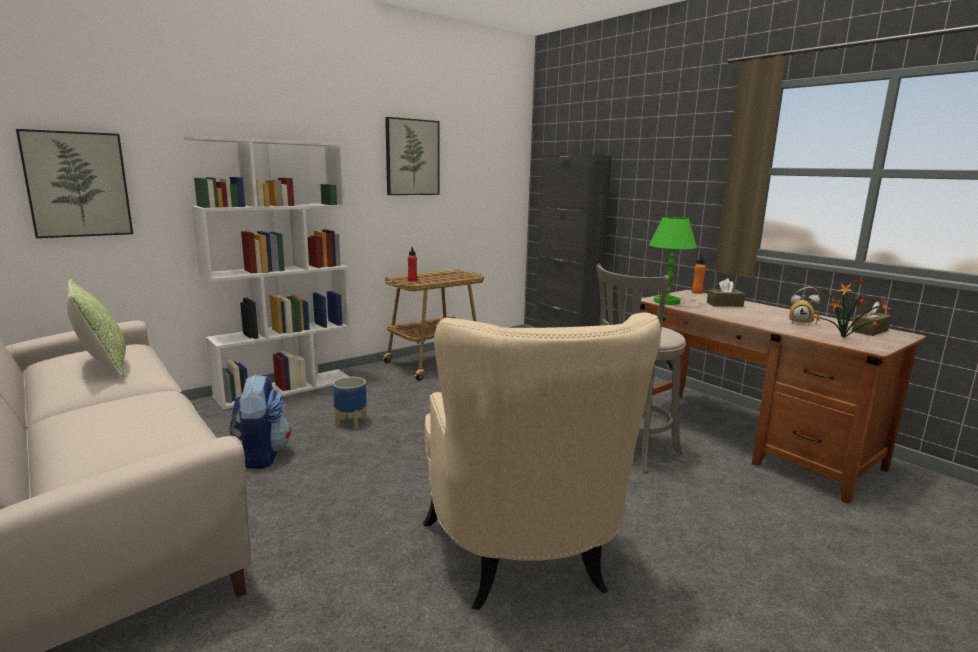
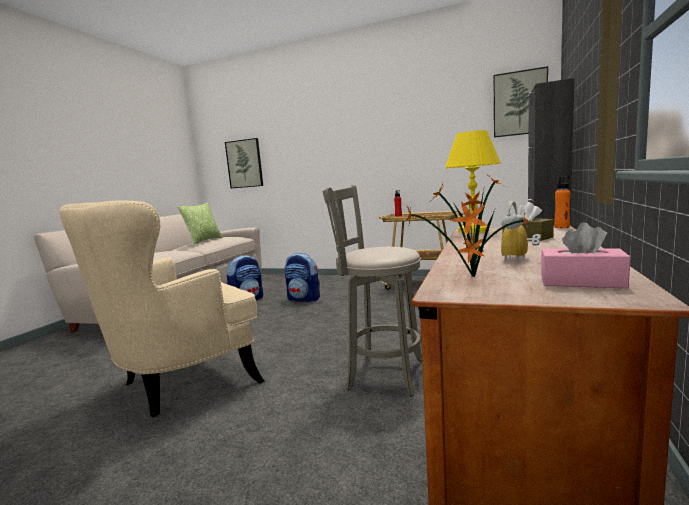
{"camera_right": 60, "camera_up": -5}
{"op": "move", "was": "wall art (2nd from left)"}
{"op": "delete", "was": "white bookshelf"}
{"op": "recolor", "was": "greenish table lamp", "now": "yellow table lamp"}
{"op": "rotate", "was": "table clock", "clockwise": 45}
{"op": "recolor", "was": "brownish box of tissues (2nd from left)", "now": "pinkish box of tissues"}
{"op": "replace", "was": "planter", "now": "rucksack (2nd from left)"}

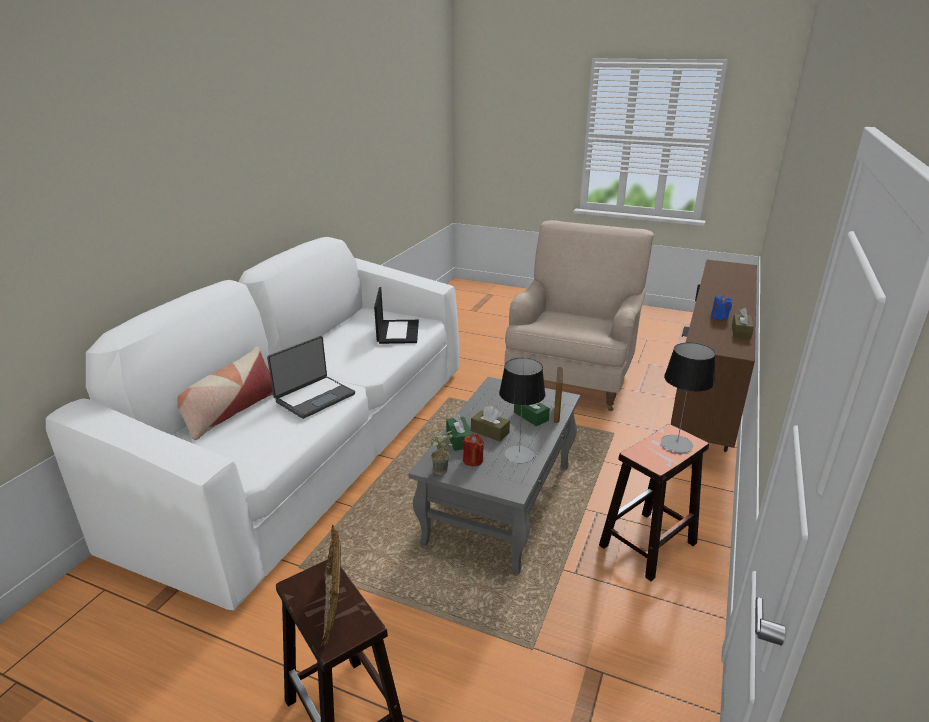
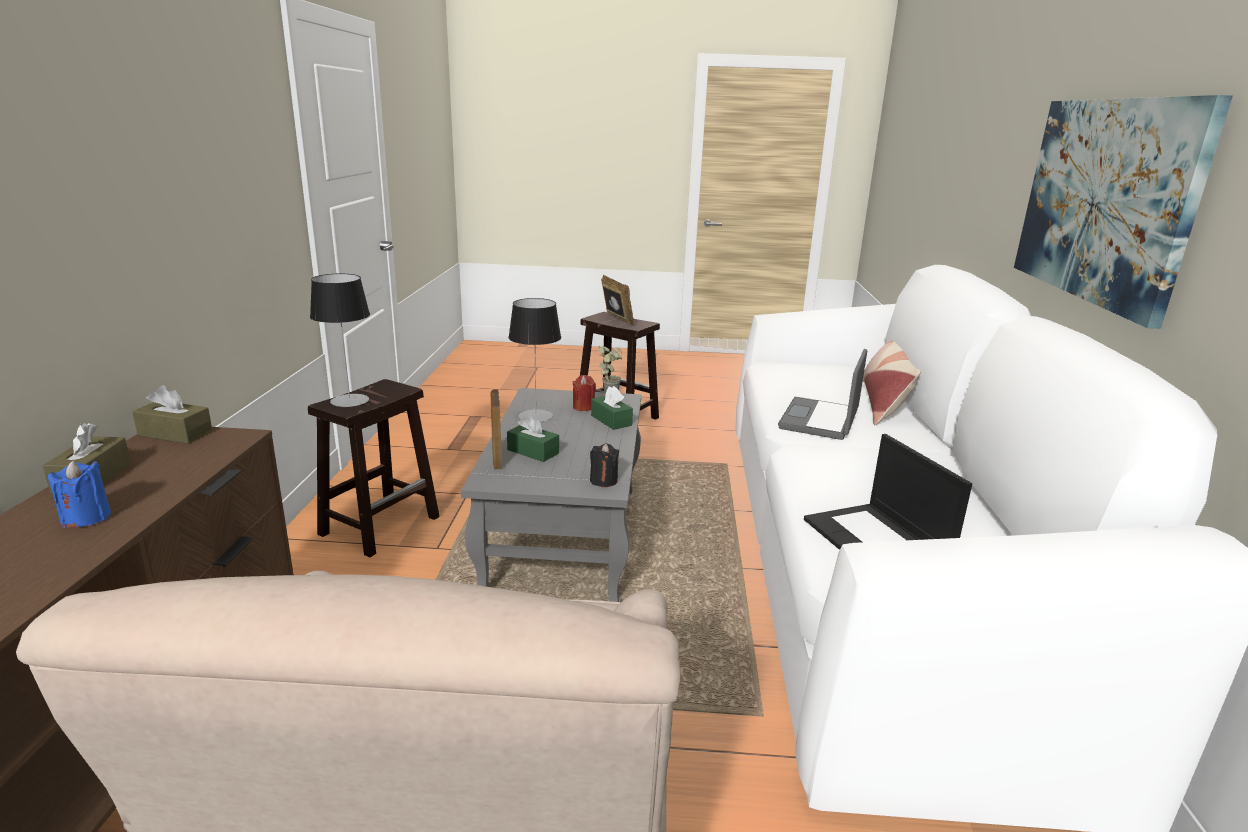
{"camera_right": 160, "camera_up": -5}
{"op": "move", "was": "brownish box of tissues (1st from left in the first image)", "now": "brownish box of tissues (2nd from left)"}
{"op": "insert", "now": "wall art"}
{"op": "insert", "now": "black wax light"}

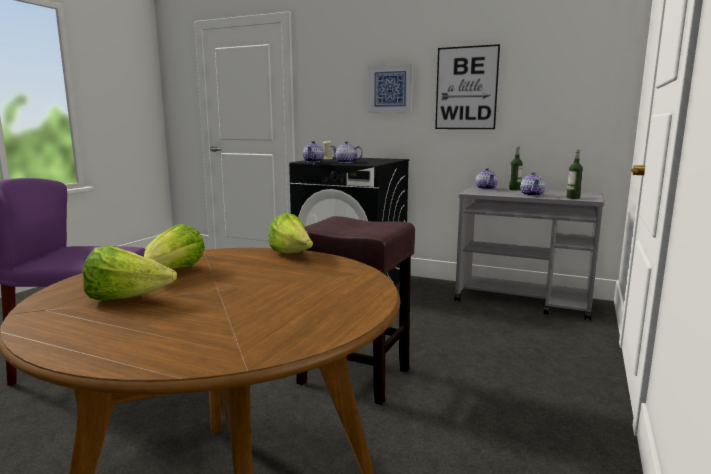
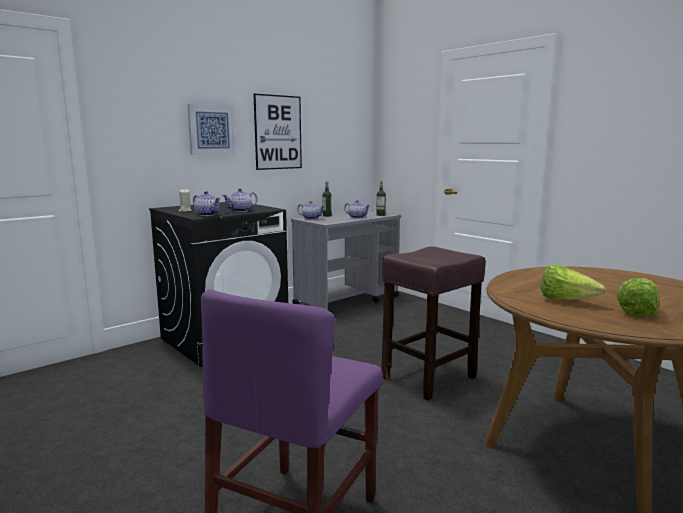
{"camera_right": -65, "camera_up": 0}
{"op": "delete", "was": "lettuce (3rd from left)"}

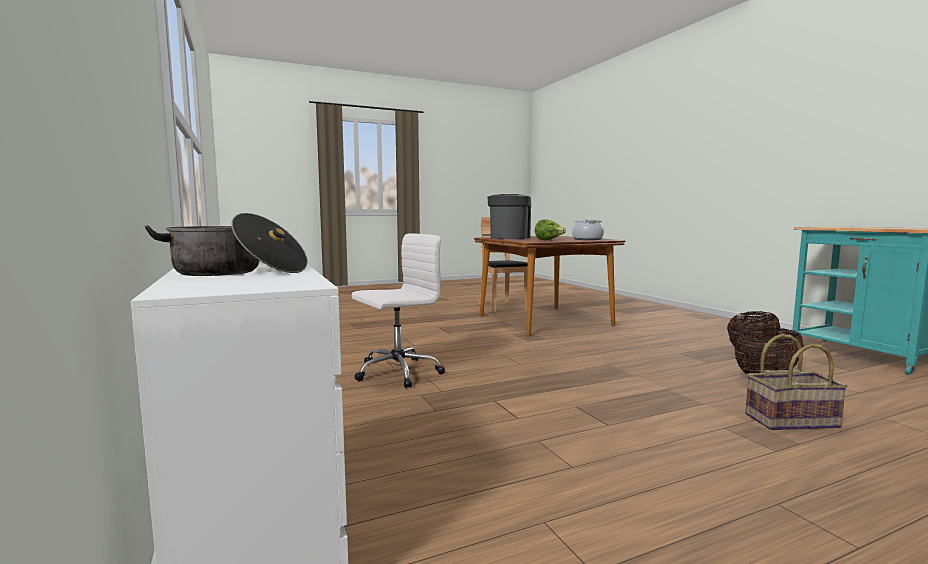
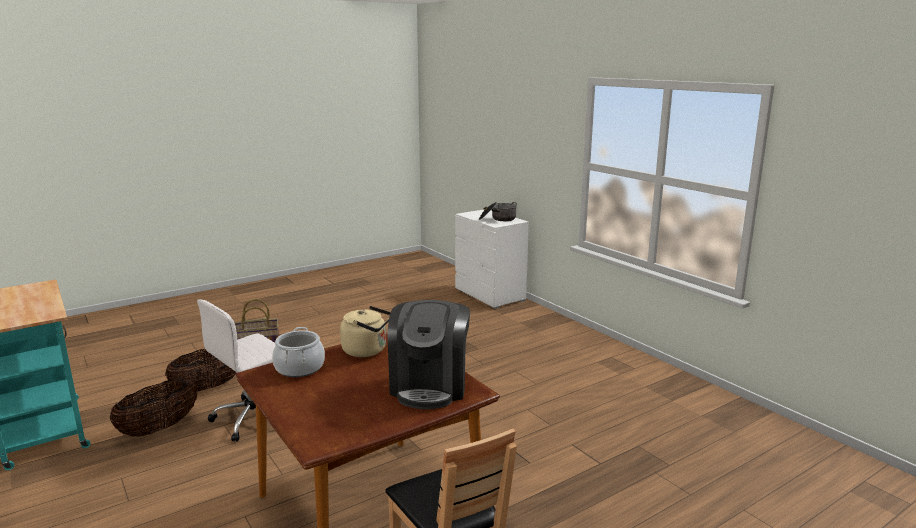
{"camera_right": 170, "camera_up": 10}
{"op": "replace", "was": "lettuce", "now": "beige kettle"}
{"op": "move", "was": "white desk chair"}

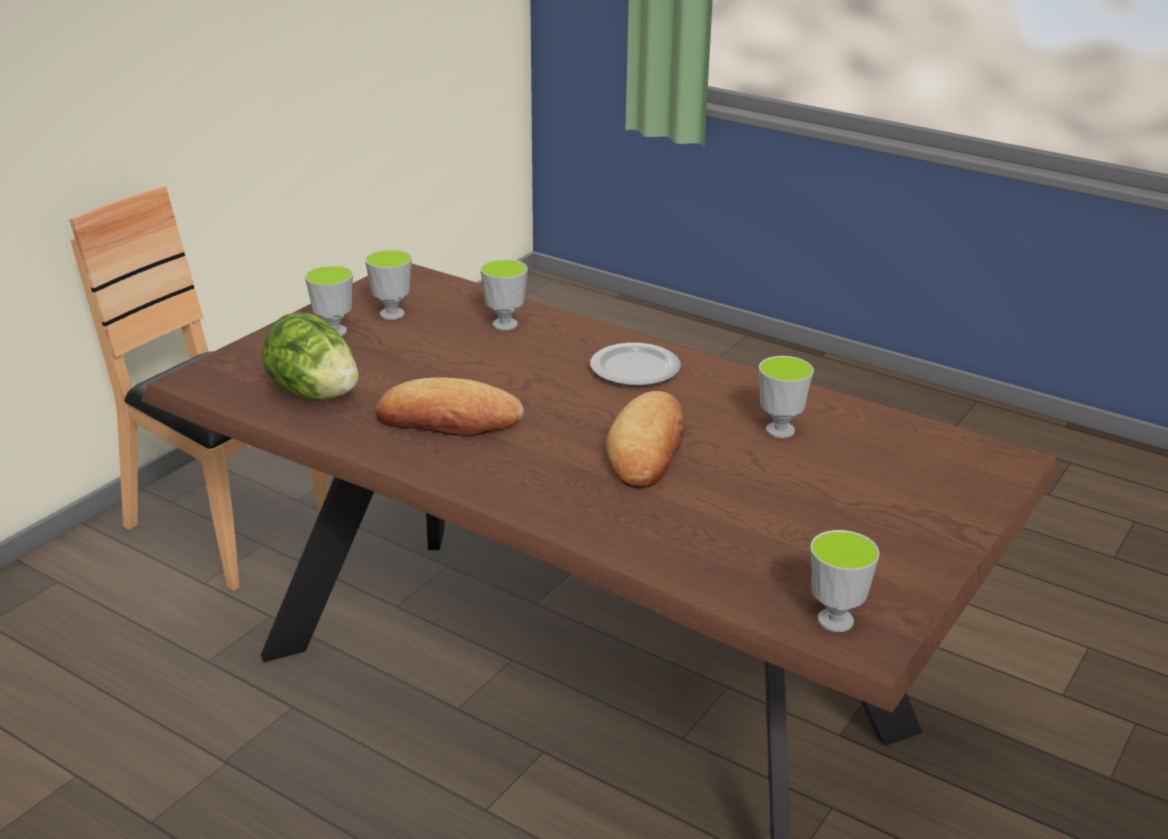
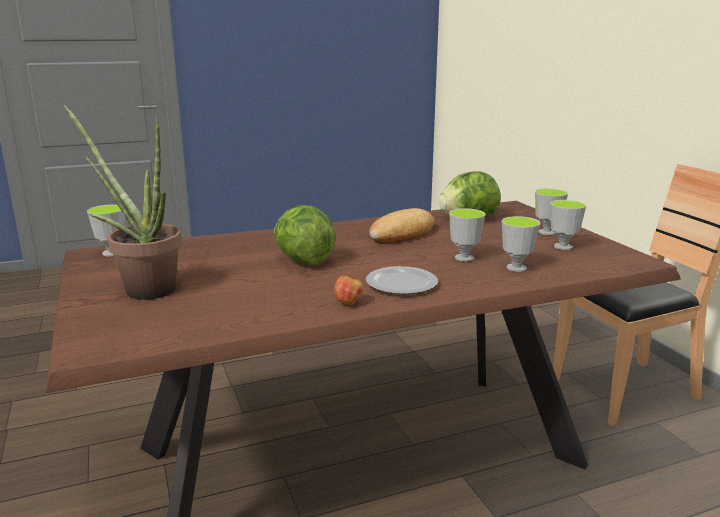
{"camera_right": 125, "camera_up": -10}
{"op": "move", "was": "drinking cup (4th from left in the first image)", "now": "drinking cup (2nd from left)"}
{"op": "replace", "was": "bakery bread (2nd from left)", "now": "lettuce (1st from left)"}
{"op": "insert", "now": "plant in a pot"}
{"op": "insert", "now": "apple fruit"}

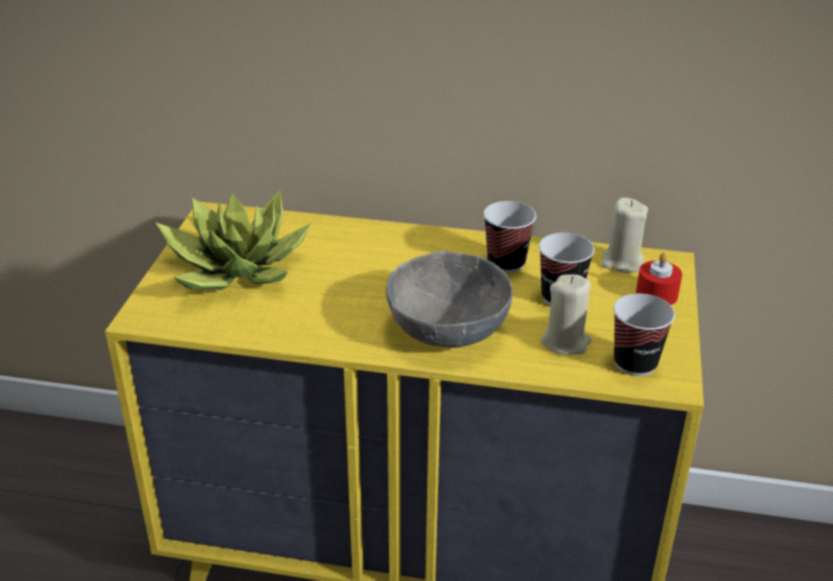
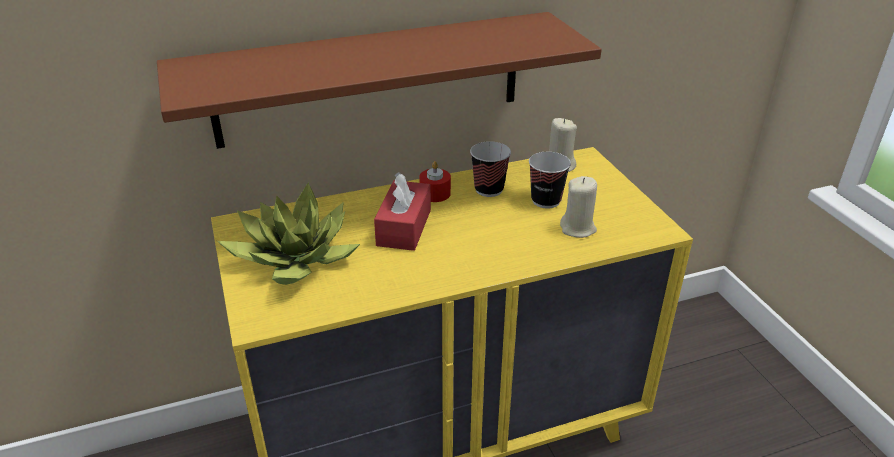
{"camera_right": -30, "camera_up": 0}
{"op": "delete", "was": "gray deep dish"}
{"op": "move", "was": "red wax light"}
{"op": "delete", "was": "drinking cup (3rd from left)"}
{"op": "insert", "now": "brownish bracket shelf"}
{"op": "insert", "now": "red box of tissues"}

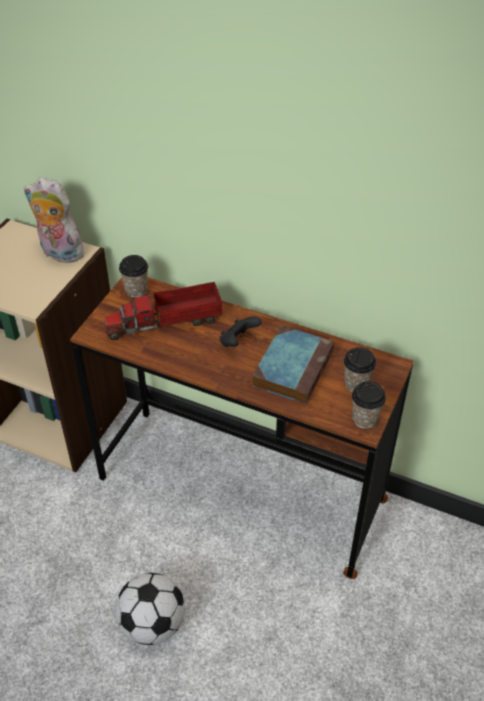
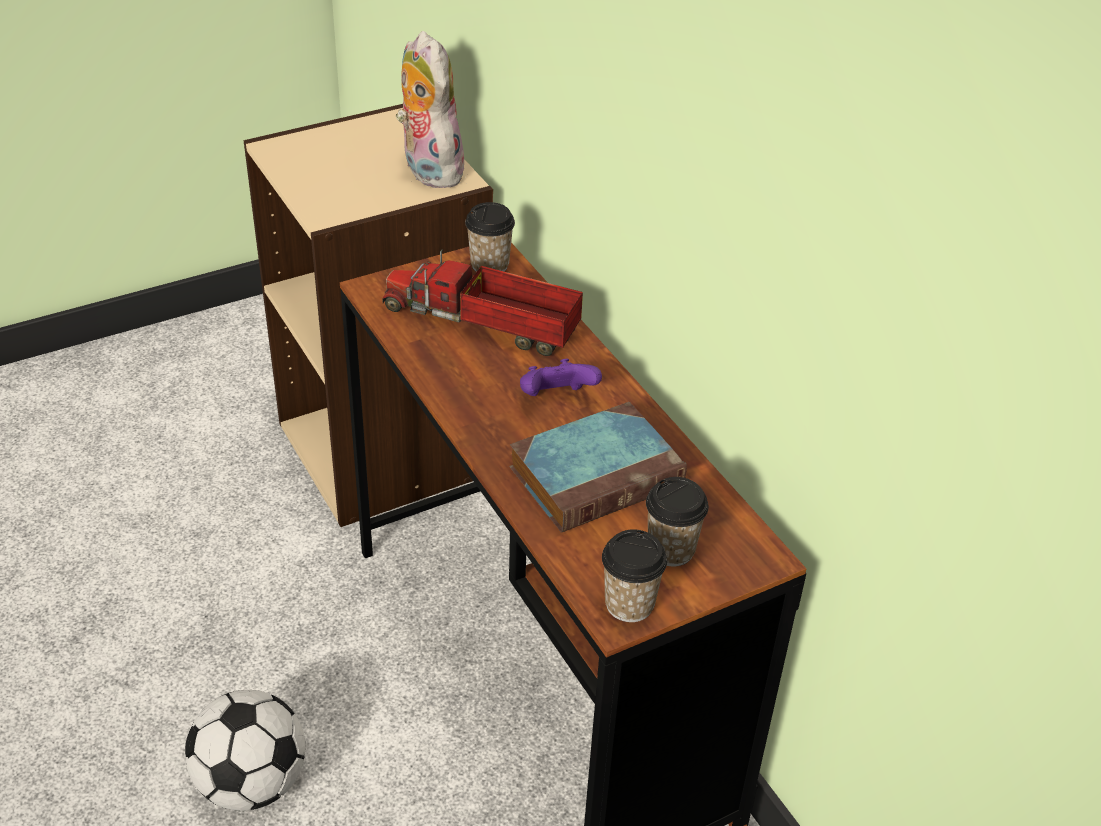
{"camera_right": 35, "camera_up": -5}
{"op": "recolor", "was": "black gamepad", "now": "purplish gamepad"}

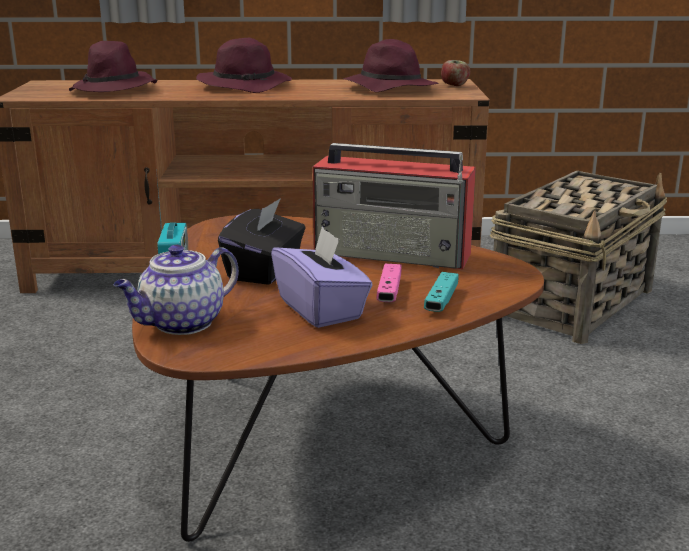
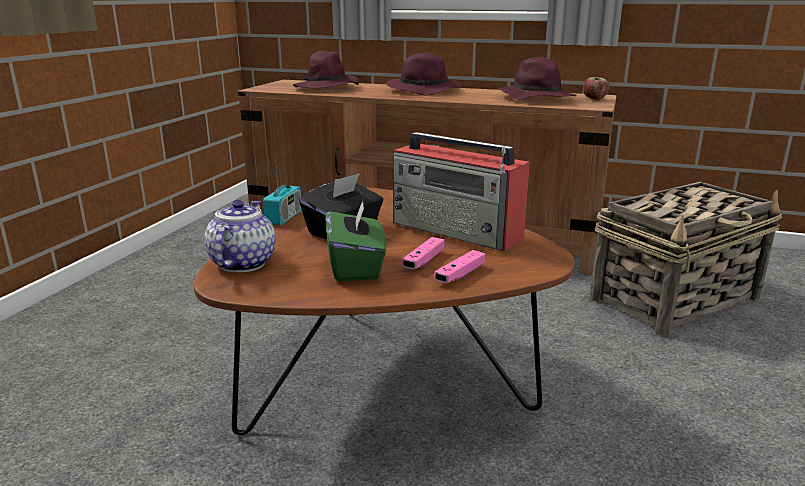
{"camera_right": 20, "camera_up": 0}
{"op": "recolor", "was": "purplish box of tissues", "now": "greenish box of tissues"}
{"op": "rotate", "was": "tea pot", "clockwise": 120}
{"op": "recolor", "was": "turquoise-coloured gamepad", "now": "pinkish gamepad (2nd from left)"}

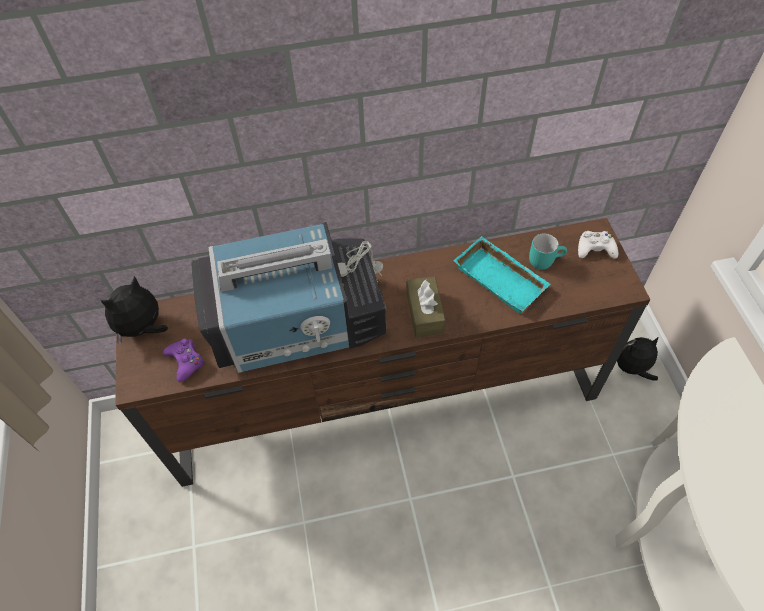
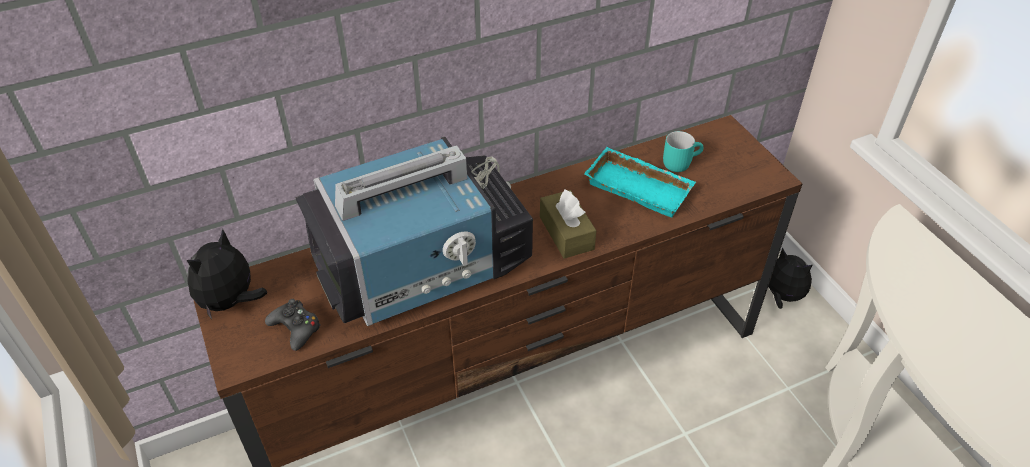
{"camera_right": -15, "camera_up": -10}
{"op": "delete", "was": "white gamepad"}
{"op": "rotate", "was": "cuddly toy (2nd from left)", "clockwise": 75}
{"op": "recolor", "was": "purplish gamepad", "now": "black gamepad"}

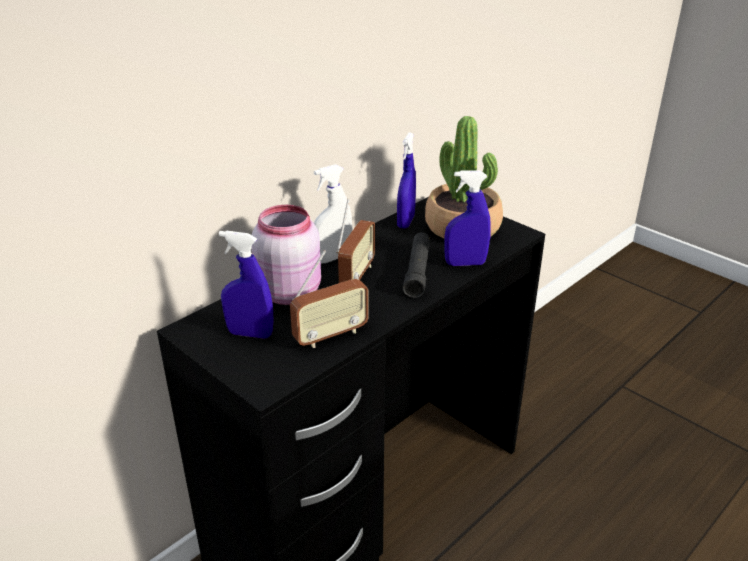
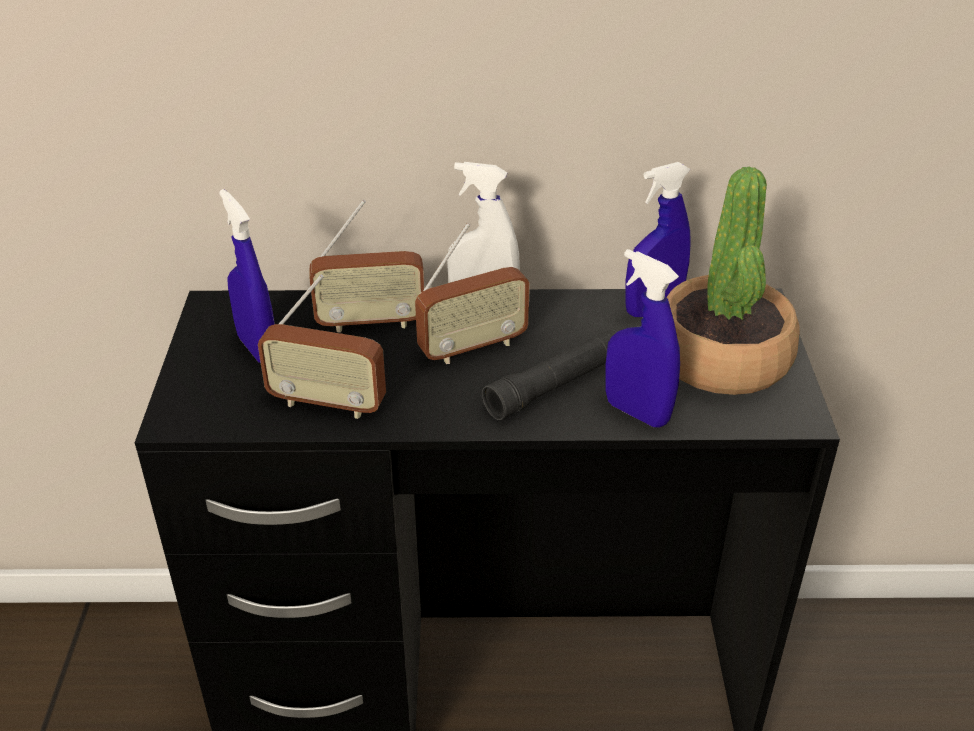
{"camera_right": 45, "camera_up": 5}
{"op": "replace", "was": "pinkish storage jar", "now": "radio (2nd from left)"}

